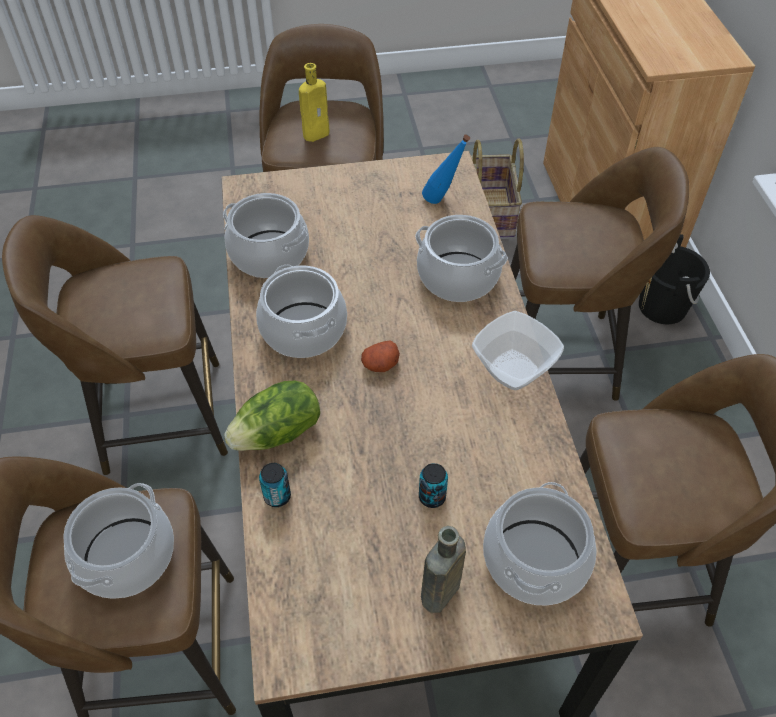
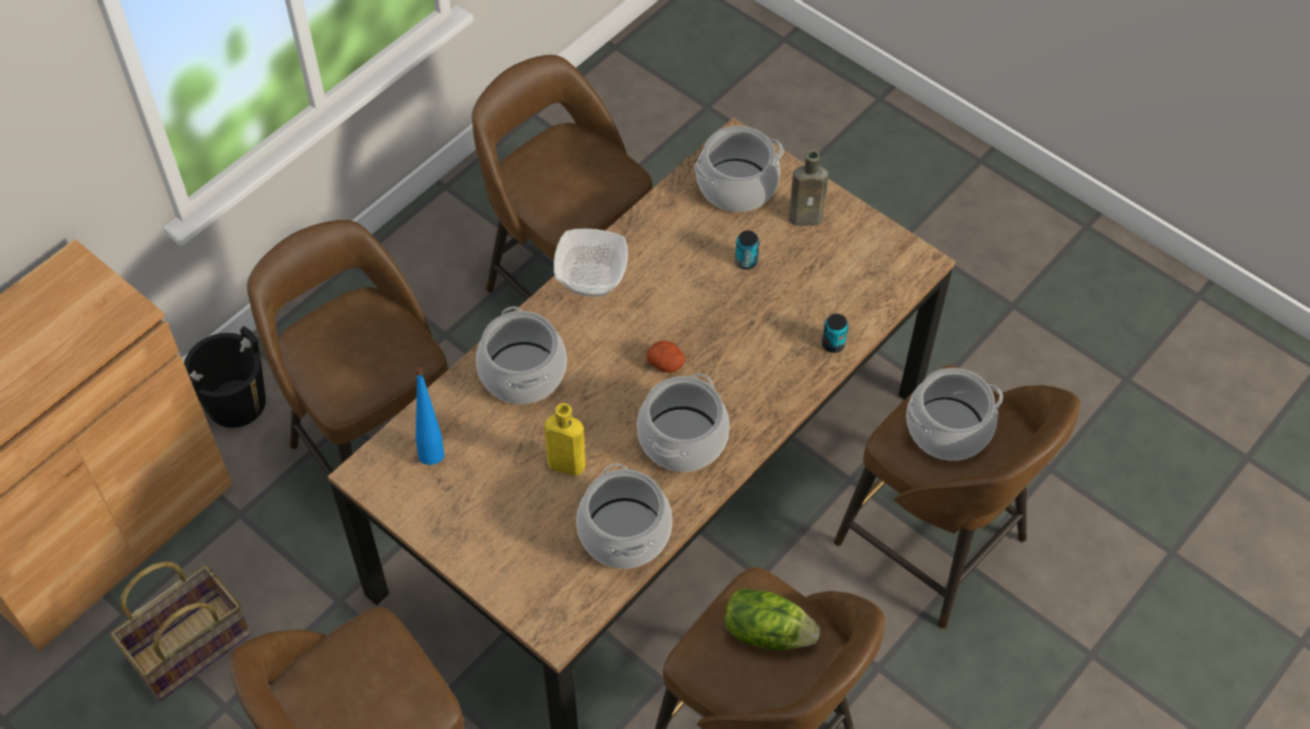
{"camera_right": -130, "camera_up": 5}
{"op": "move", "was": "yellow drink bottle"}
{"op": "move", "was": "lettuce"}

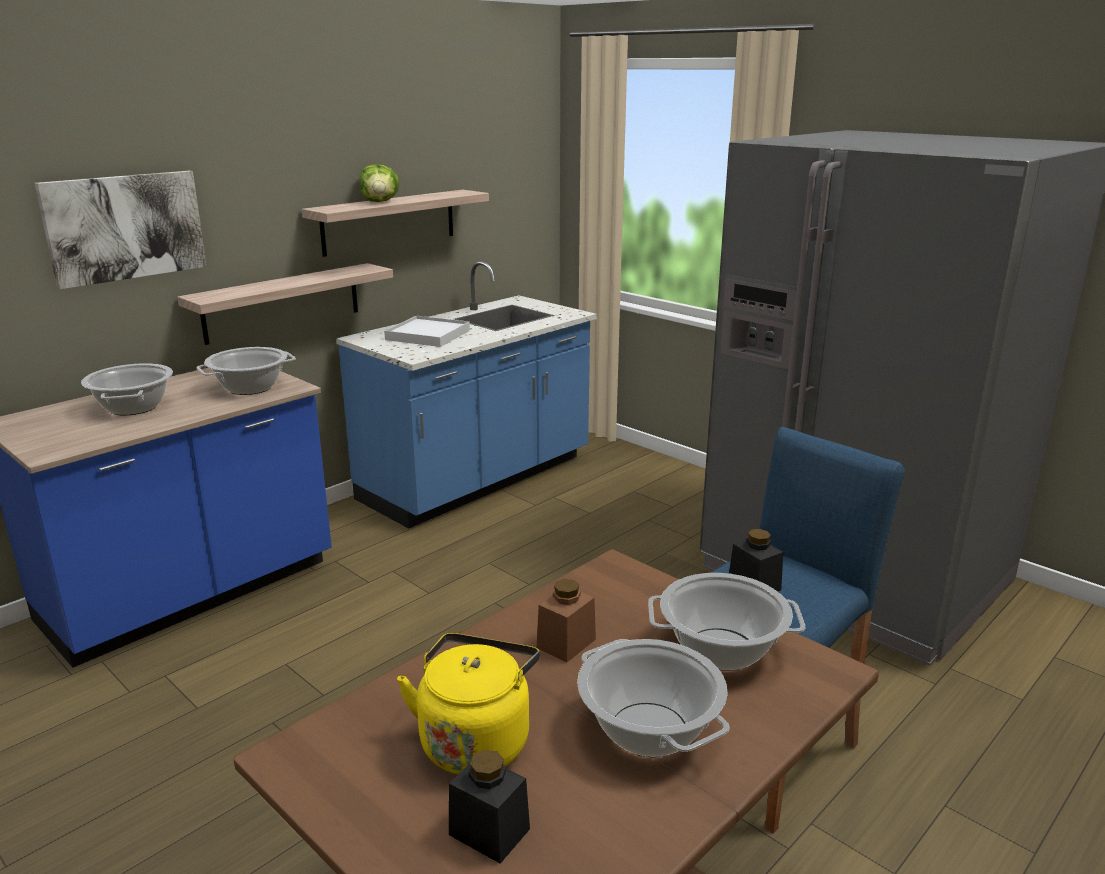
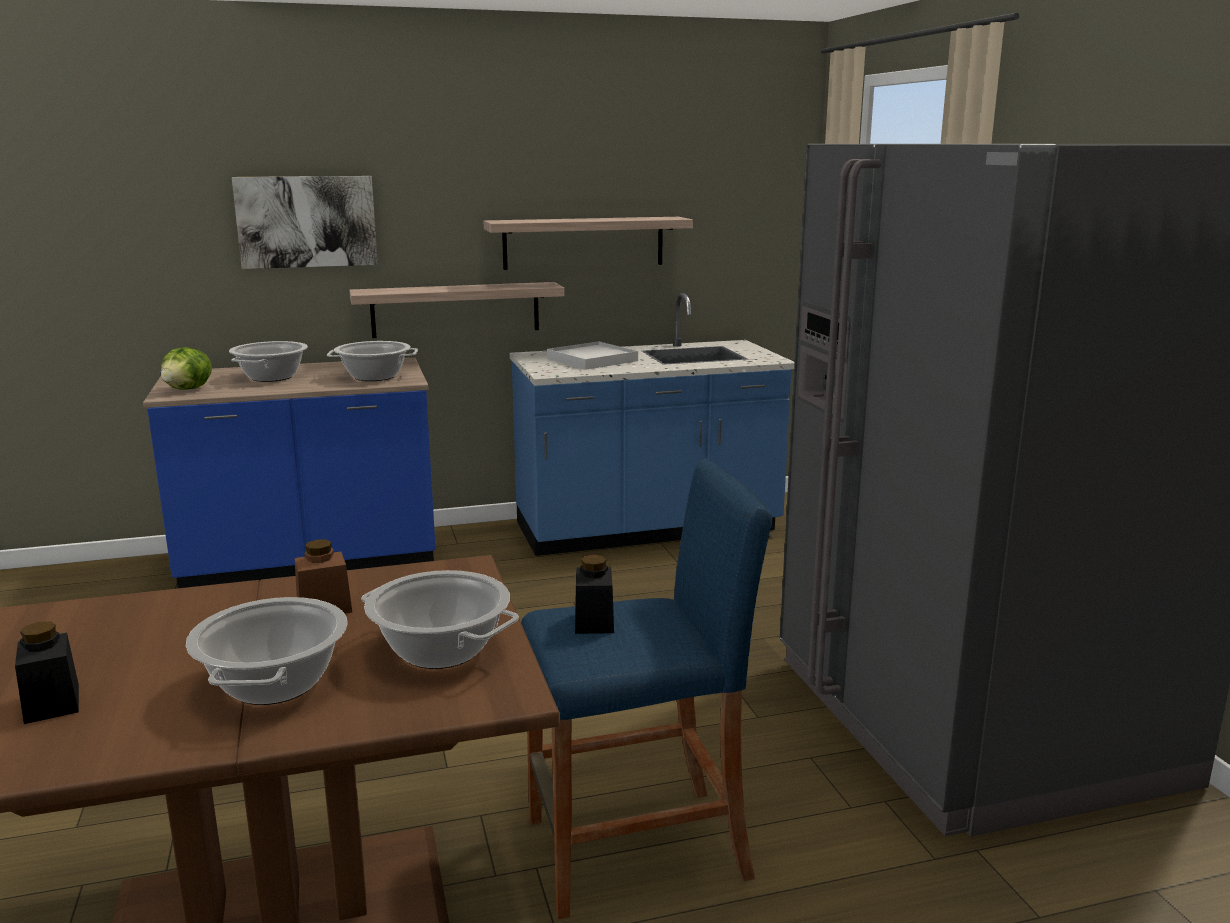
{"camera_right": 30, "camera_up": -5}
{"op": "move", "was": "lettuce"}
{"op": "delete", "was": "yellow kettle"}

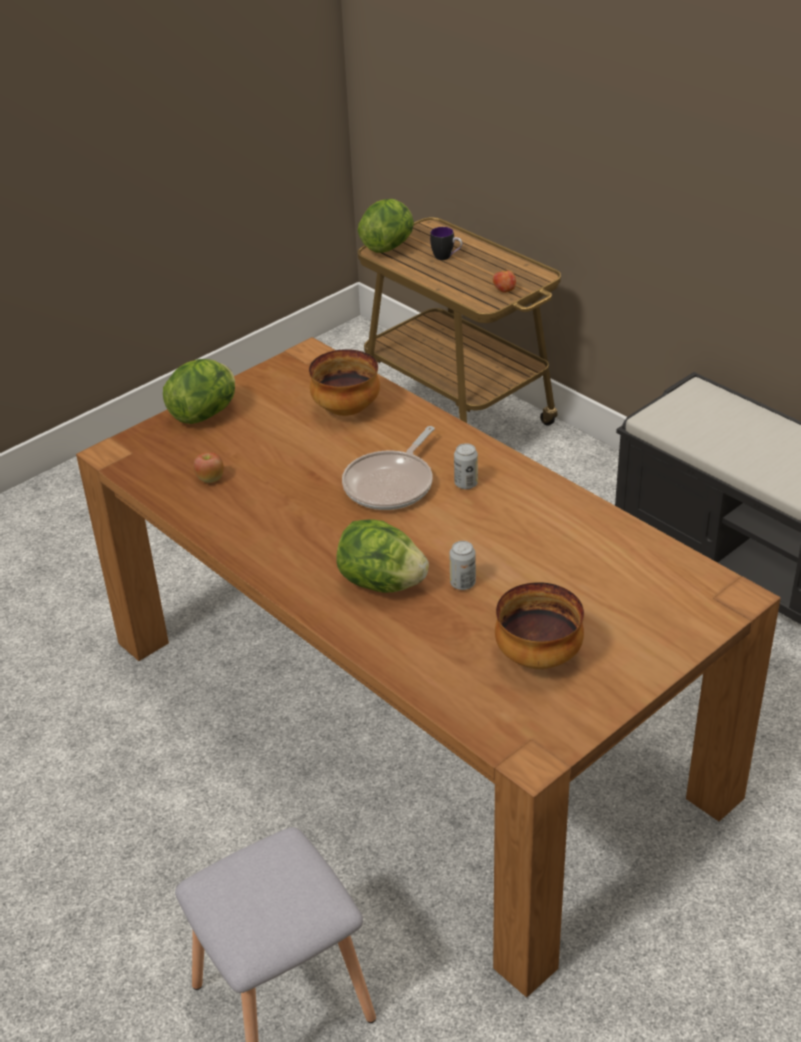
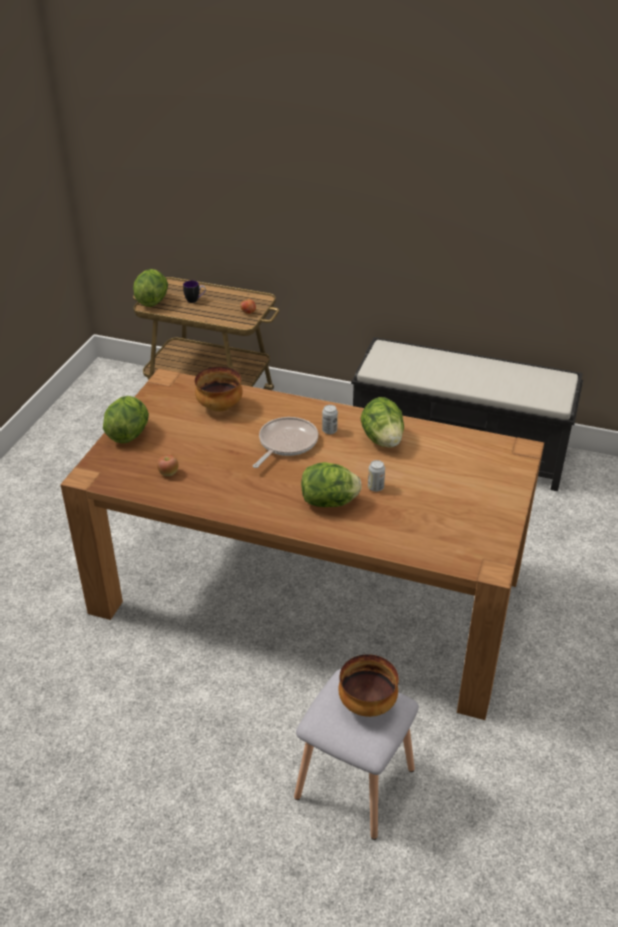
{"camera_right": -30, "camera_up": 0}
{"op": "rotate", "was": "pan", "clockwise": -150}
{"op": "move", "was": "deep dish (2nd from left)"}
{"op": "insert", "now": "lettuce (4th from left)"}

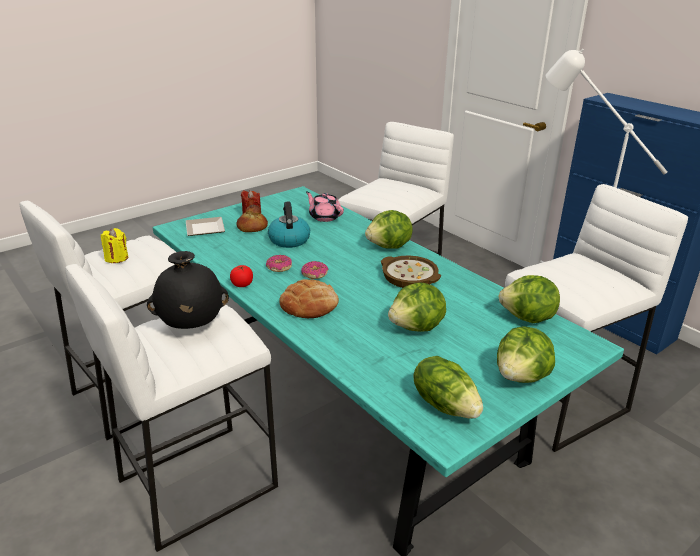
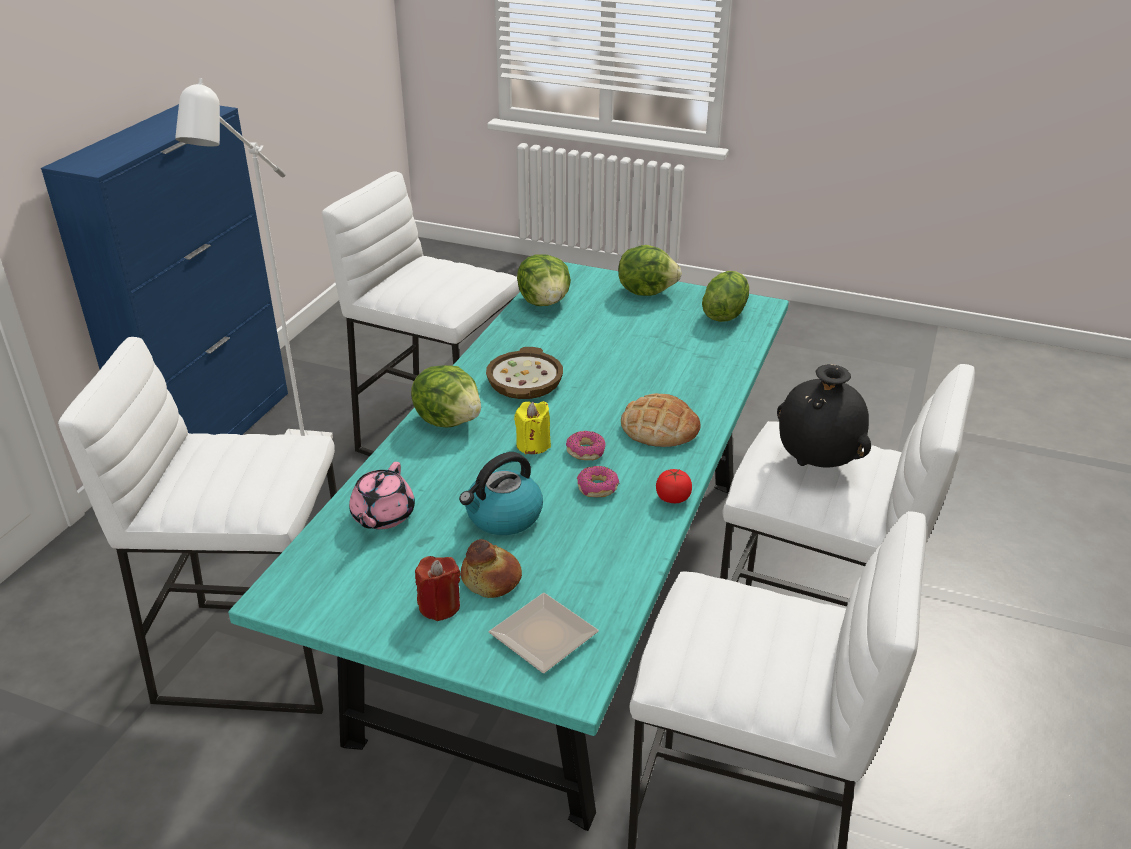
{"camera_right": -120, "camera_up": 5}
{"op": "move", "was": "yellow wax light"}
{"op": "delete", "was": "lettuce (2nd from left)"}

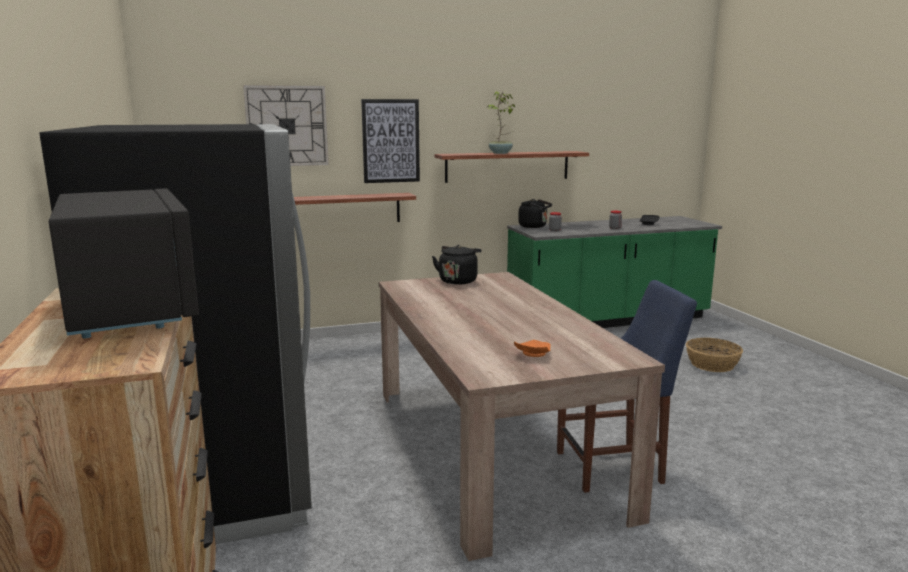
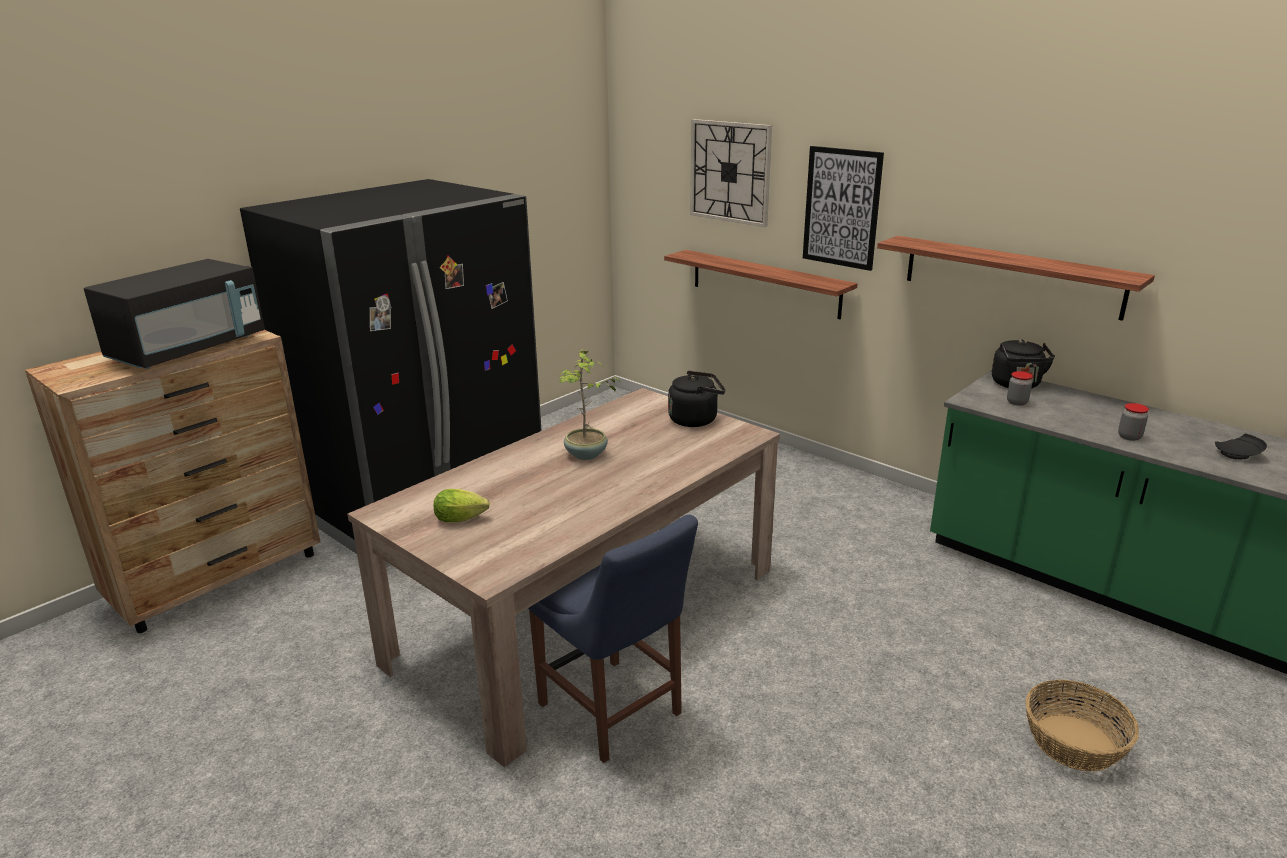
{"camera_right": 60, "camera_up": 10}
{"op": "move", "was": "plant in a pot"}
{"op": "replace", "was": "orangey plate", "now": "lettuce"}

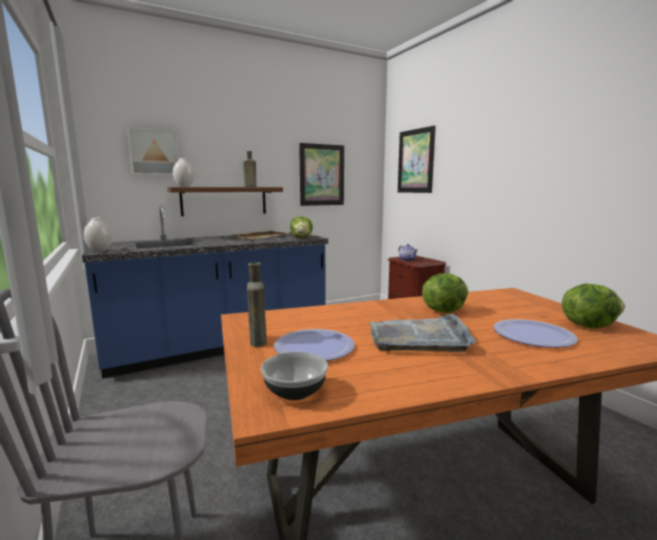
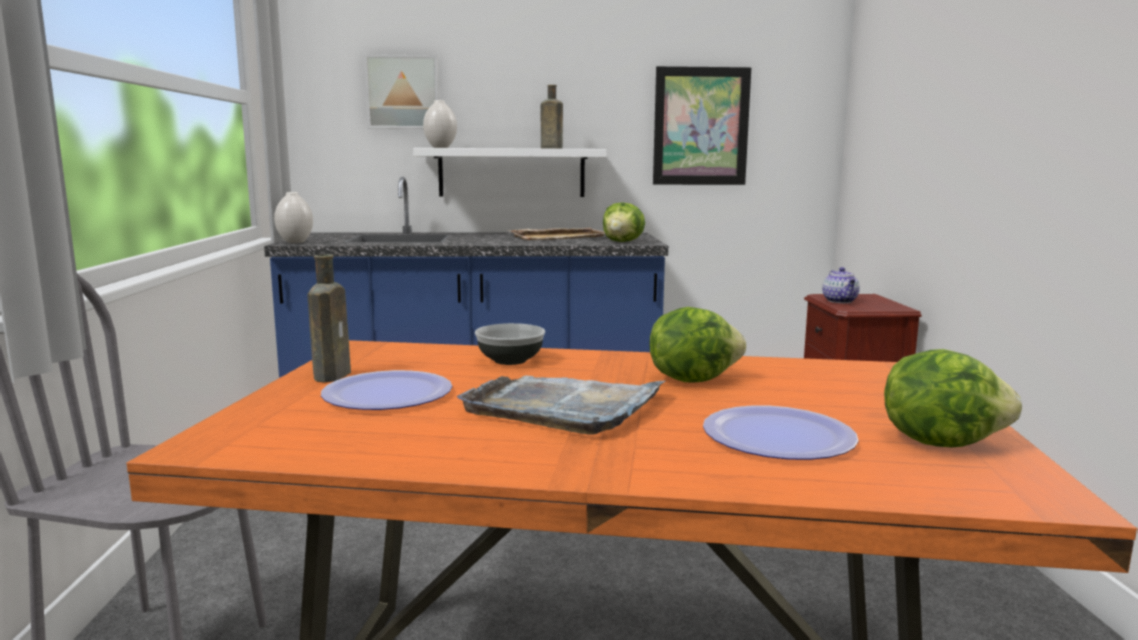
{"camera_right": 25, "camera_up": 0}
{"op": "delete", "was": "wall art (3rd from left)"}
{"op": "recolor", "was": "brownish bracket shelf", "now": "white bracket shelf"}
{"op": "move", "was": "deep dish"}

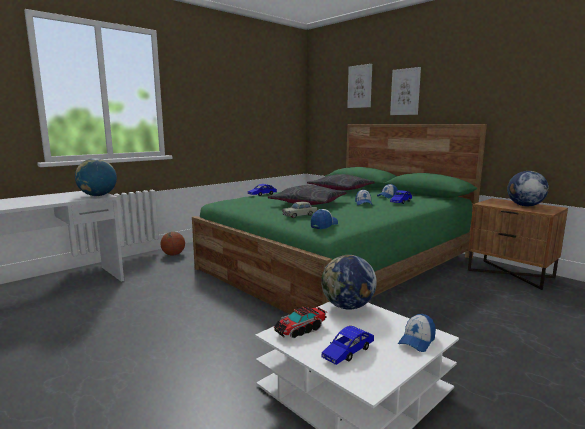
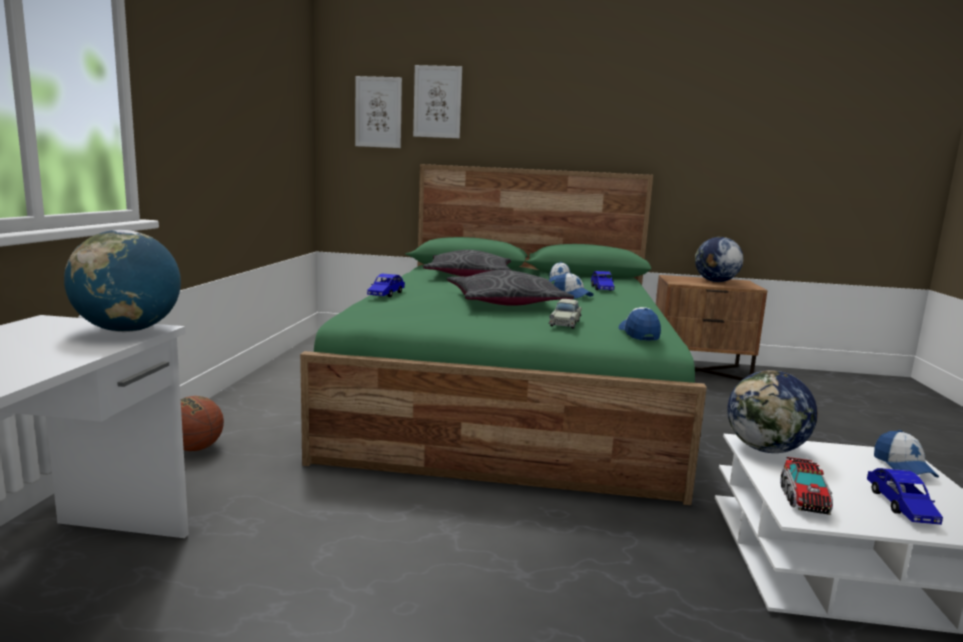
{"camera_right": -40, "camera_up": 0}
{"op": "move", "was": "wall art (2nd from left in the first image)", "now": "wall art (1st from left)"}

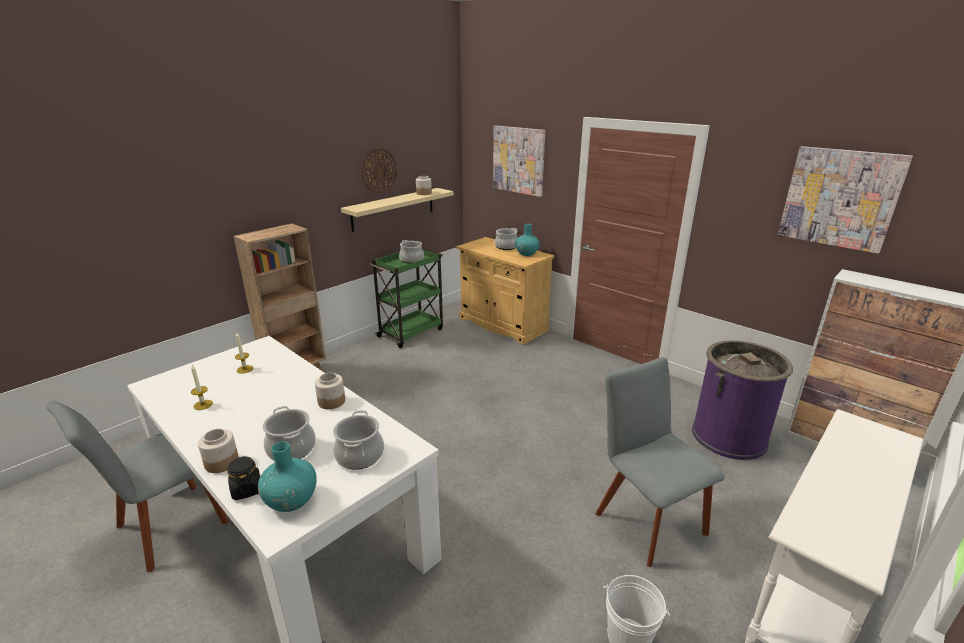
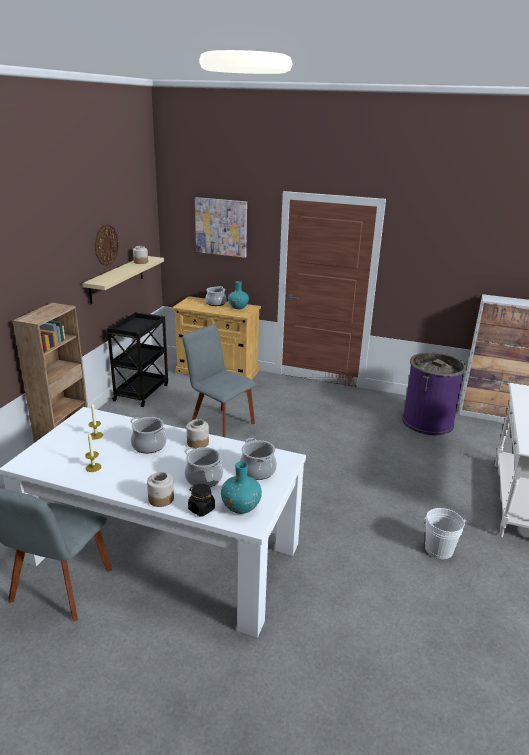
{"camera_right": -25, "camera_up": 0}
{"op": "delete", "was": "wall art (2nd from left)"}
{"op": "move", "was": "cooking pot (3rd from left in the first image)", "now": "cooking pot (1st from left)"}
{"op": "recolor", "was": "greenish cart", "now": "black cart"}
{"op": "move", "was": "gray plain chair (2nd from left)"}

